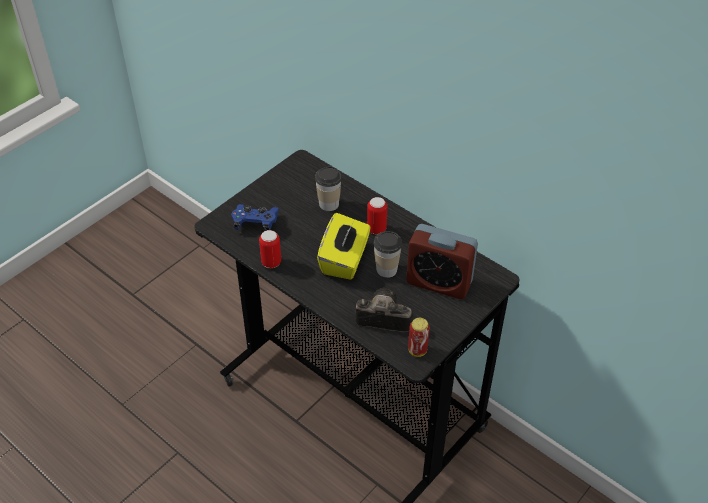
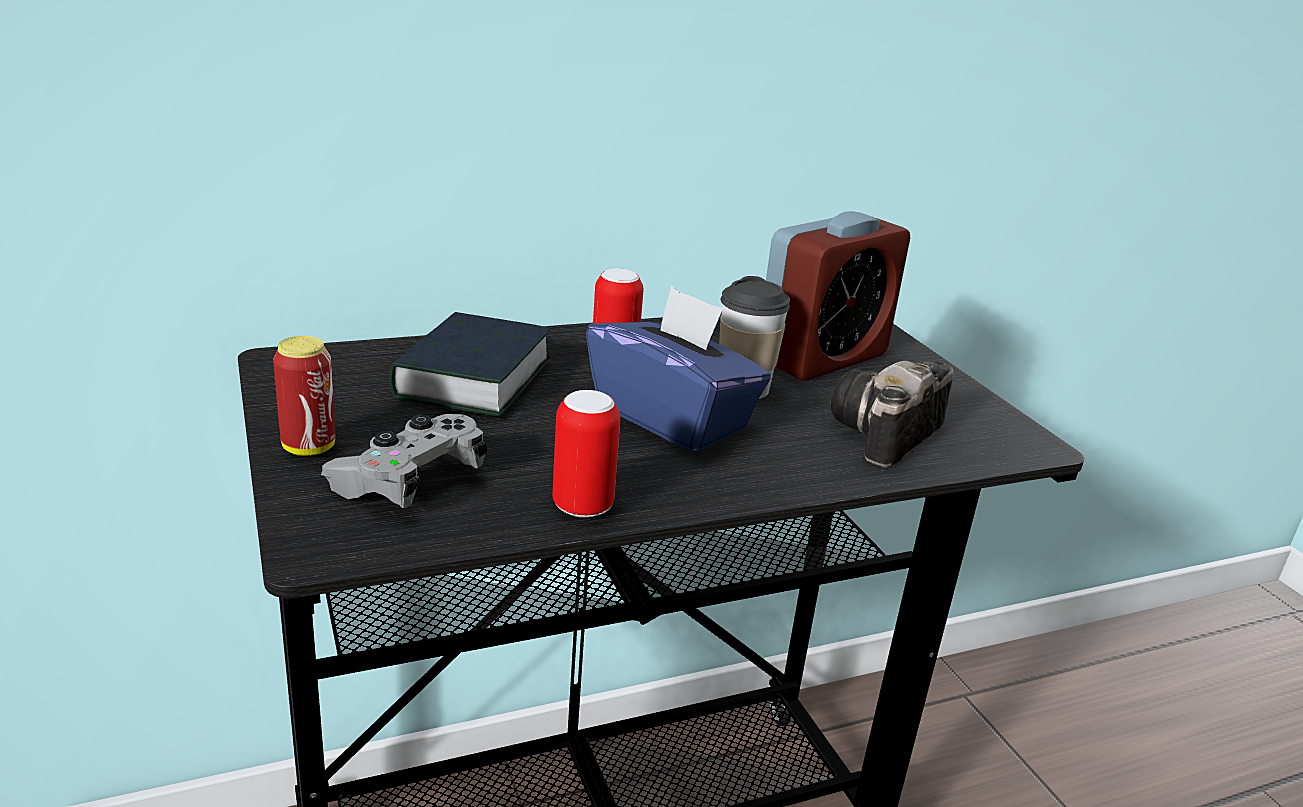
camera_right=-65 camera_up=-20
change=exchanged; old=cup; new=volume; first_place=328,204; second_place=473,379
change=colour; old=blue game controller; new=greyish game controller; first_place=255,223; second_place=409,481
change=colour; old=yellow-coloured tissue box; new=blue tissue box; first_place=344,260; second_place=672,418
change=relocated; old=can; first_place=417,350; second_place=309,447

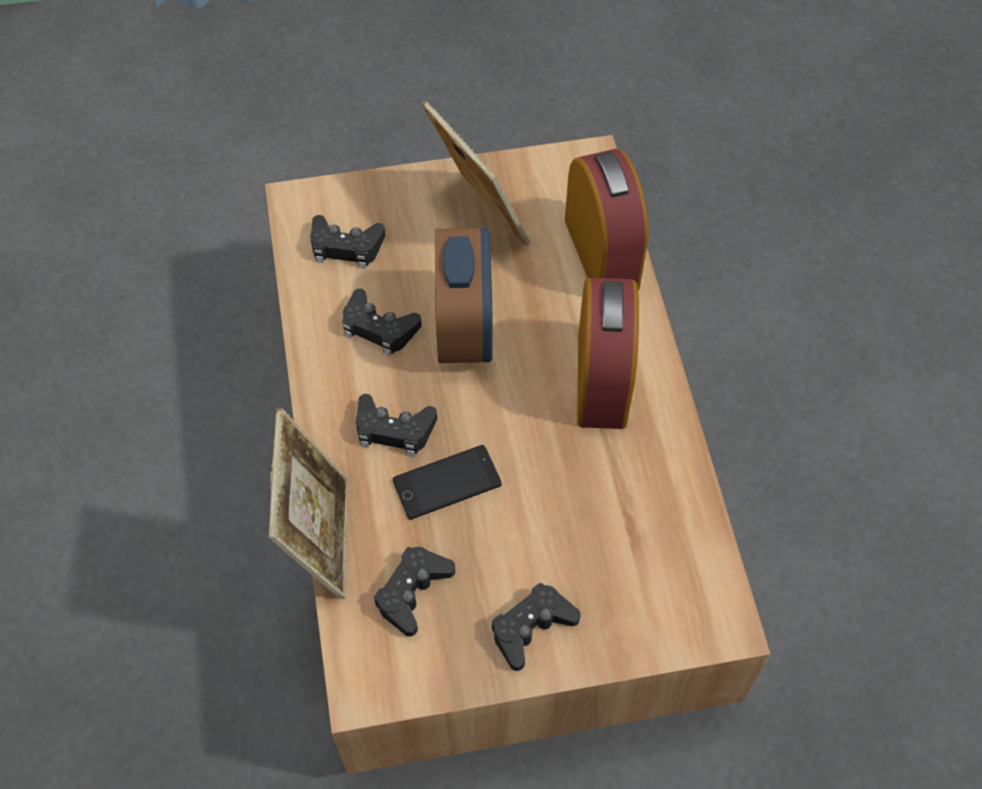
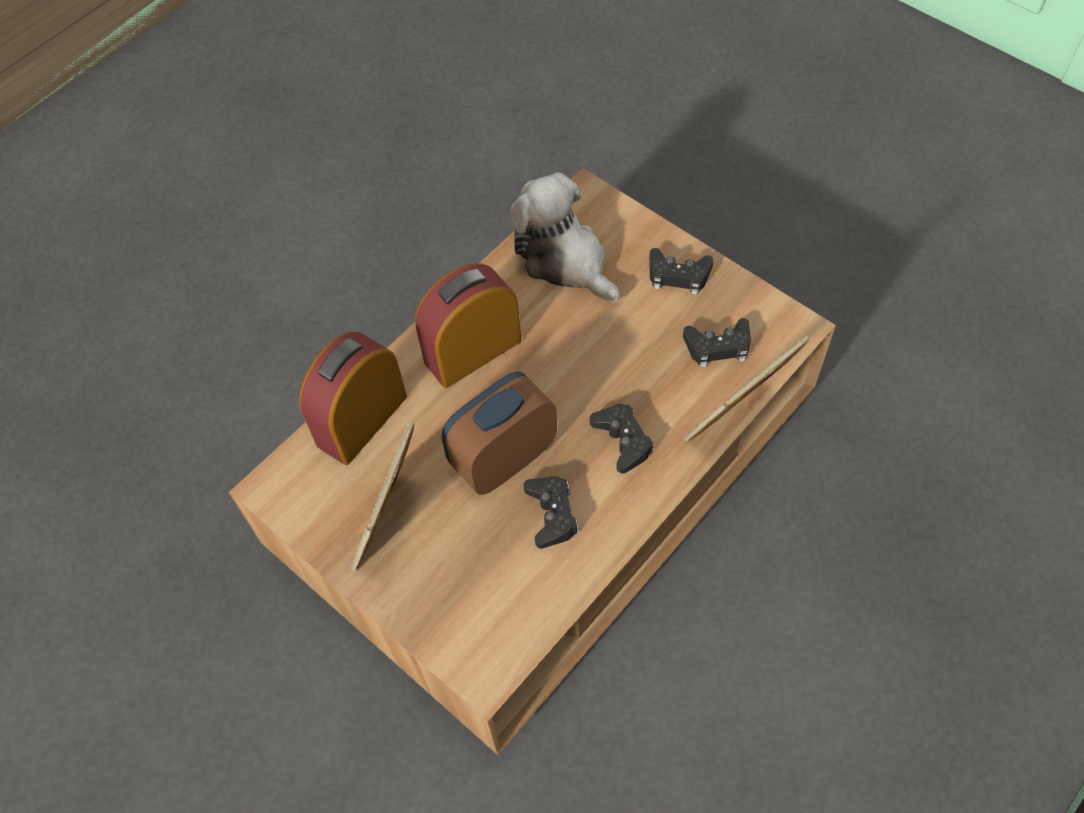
camera_right=-125 camera_up=0
change=missing; old=black-coloured game controller; first_place=346,247
change=missing; old=telephone; first_place=447,482
change=appeared; new=plush toy; second_place=565,260

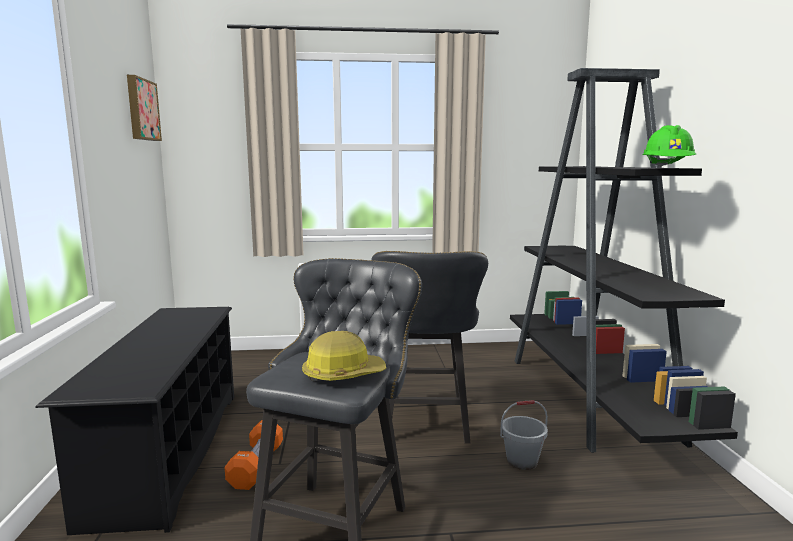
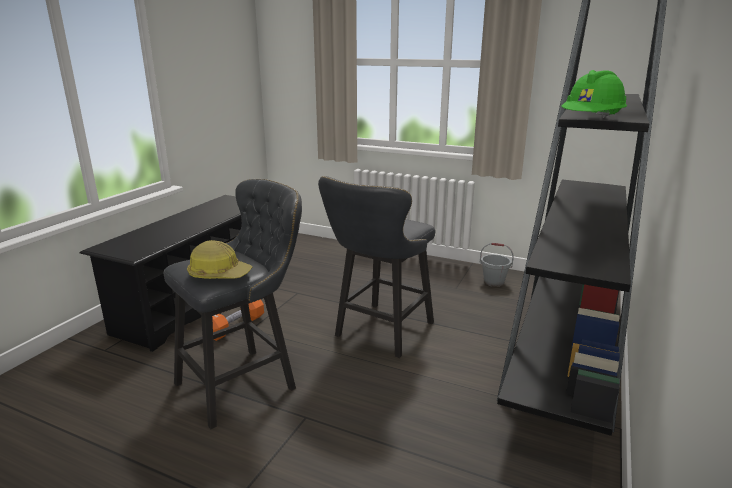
camera_right=30 camera_up=10
change=missing; old=wall picture; first_place=141,110
change=relocated; old=greyish pail; first_place=522,461; second_place=494,282

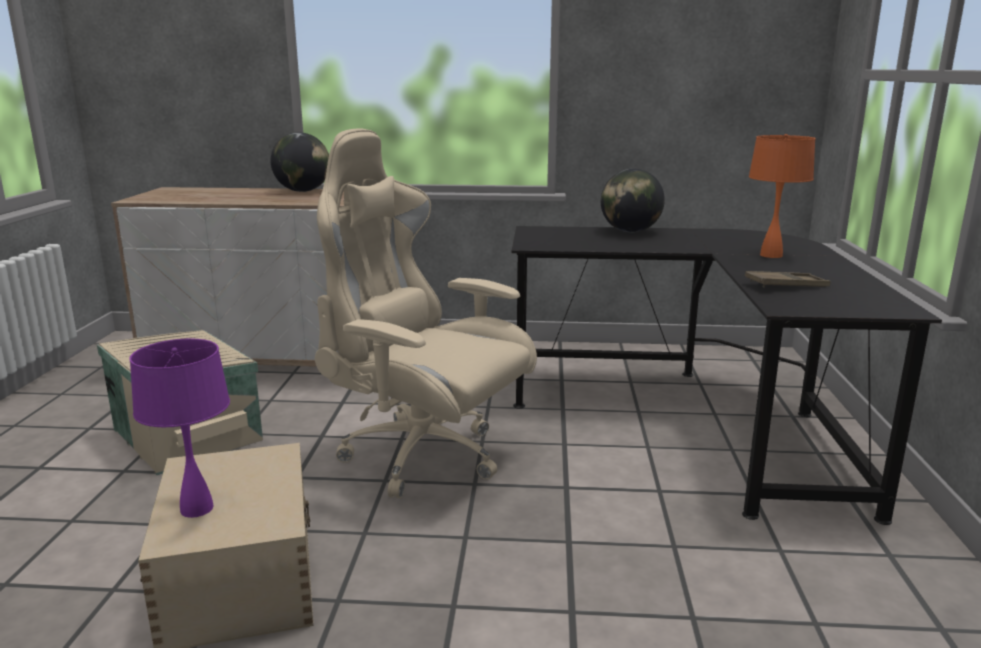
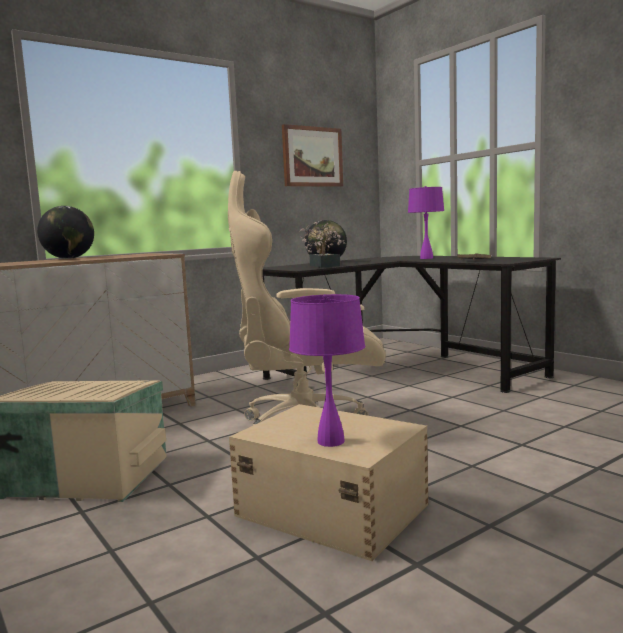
camera_right=-40 camera_up=-10
change=colour; old=orange lamp for a table; new=purple lamp for a table; first_place=771,255; second_place=426,258
change=appeared; new=wall picture; second_place=312,157
change=appeared; new=houseplant; second_place=323,266

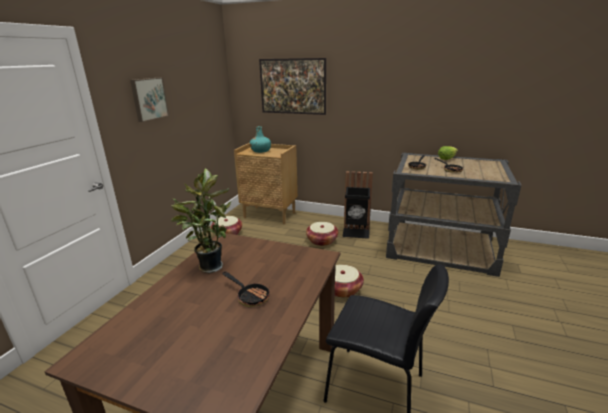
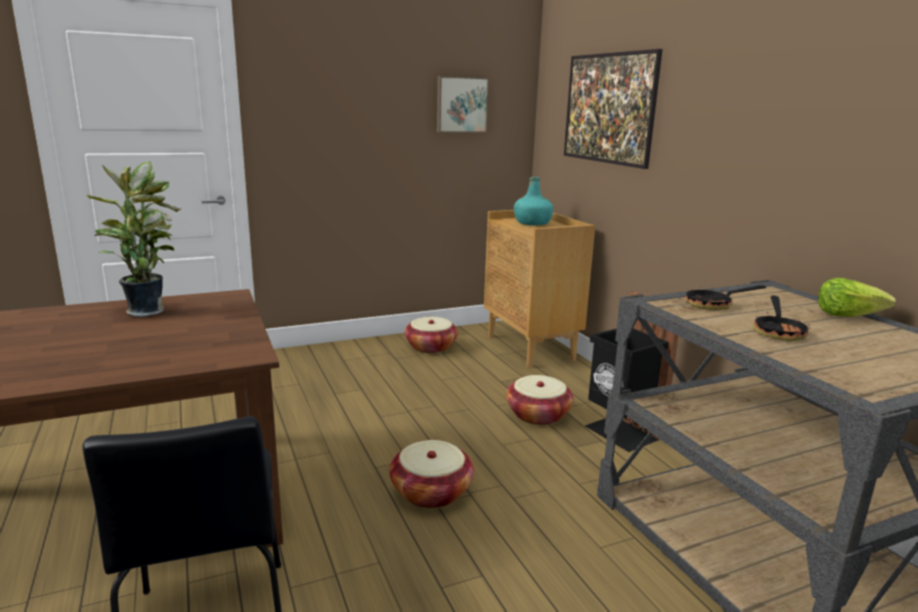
camera_right=45 camera_up=-5
change=relocated; old=wall picture; first_place=149,99; second_place=461,105
change=missing; old=skillet; first_place=250,296

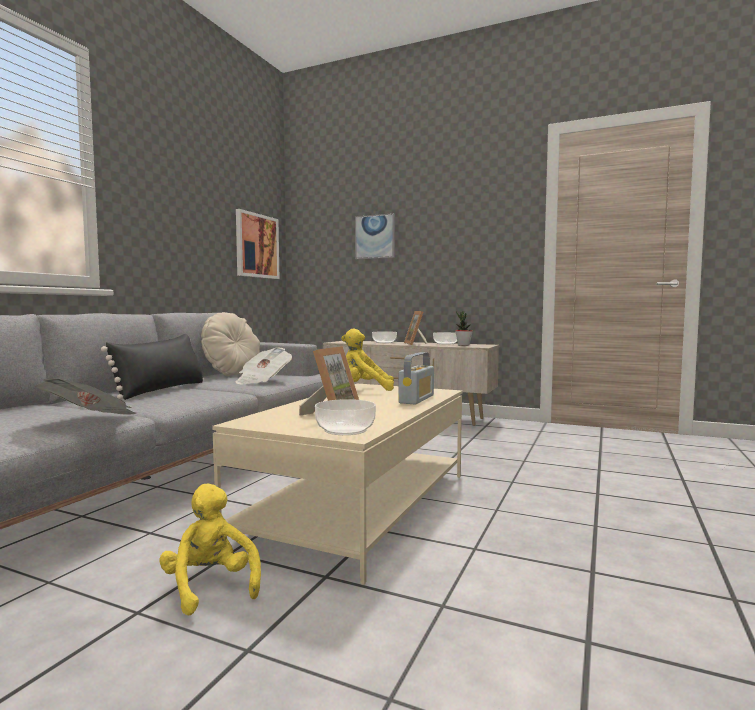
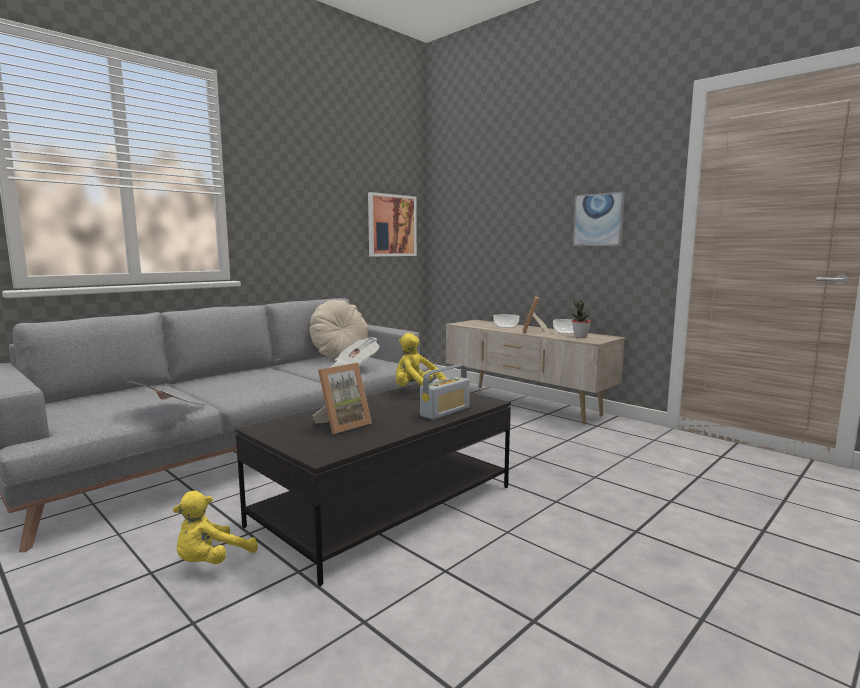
camera_right=20 camera_up=5
change=relocated; old=wall picture; first_place=375,237; second_place=598,220
change=missing; old=black-coloured throw pillow; first_place=161,390
change=colour; old=beige-coloured coffee table; new=black-coloured coffee table; first_place=359,506; second_place=385,505
change=missing; old=deep dish; first_place=346,430
change=spun; old=yellow-coloured plush toy; first_place=210,587; second_place=211,562; degrees=-135

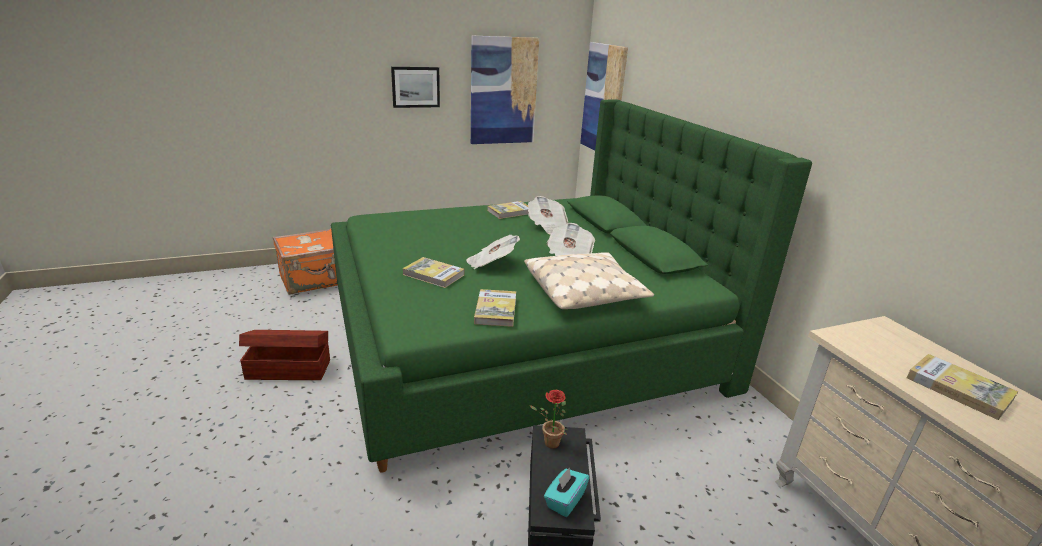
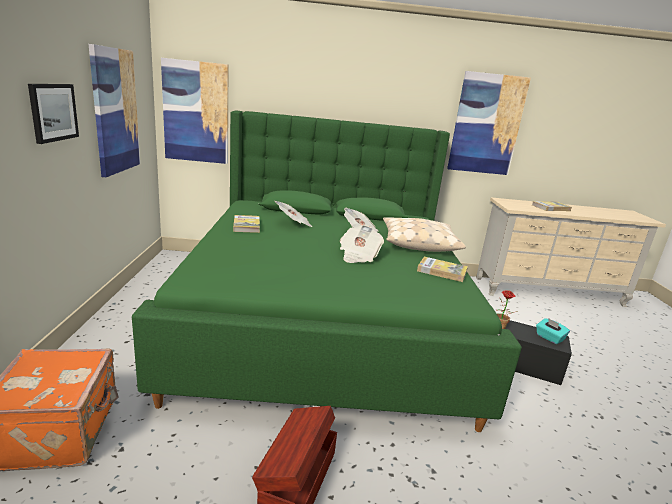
camera_right=-70 camera_up=-5
change=missing; old=volume; first_place=433,275
change=appeared; new=wall picture; second_place=486,124

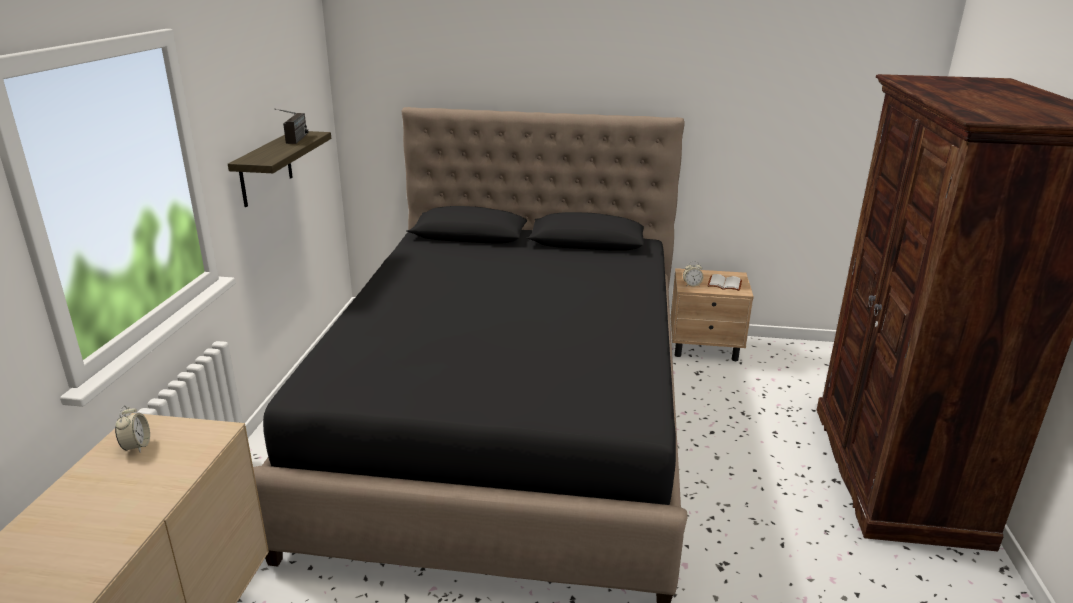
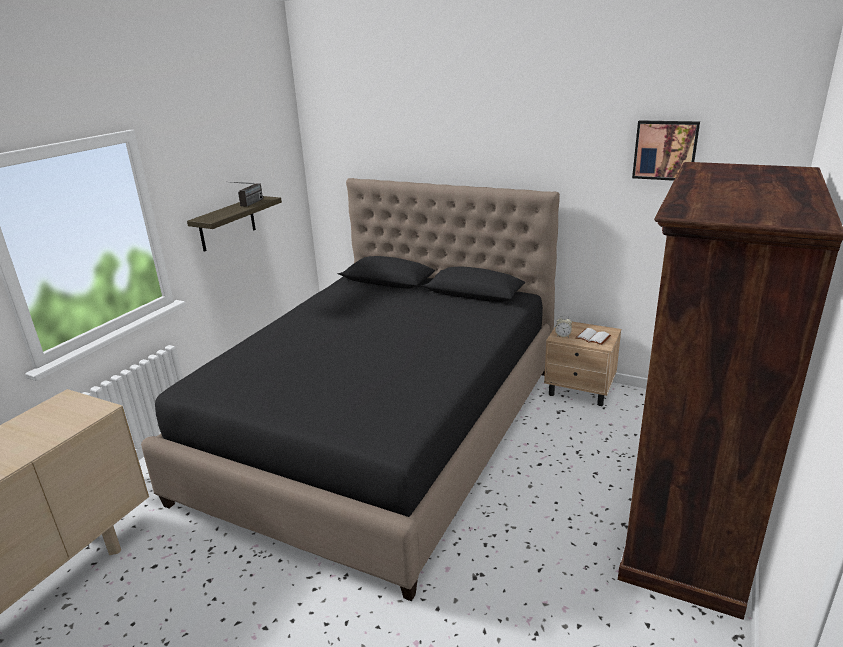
camera_right=20 camera_up=0
change=missing; old=table clock; first_place=136,446
change=appeared; new=wall picture; second_place=665,150

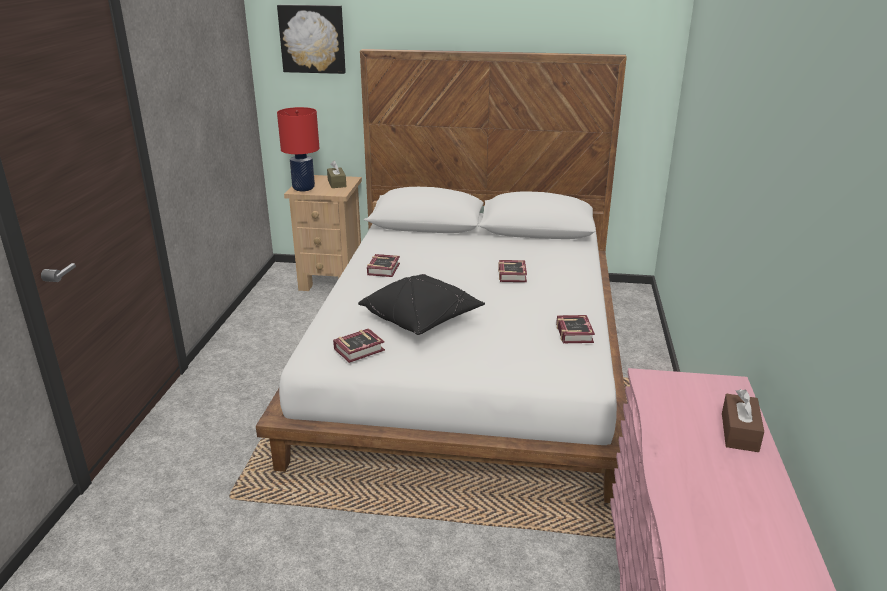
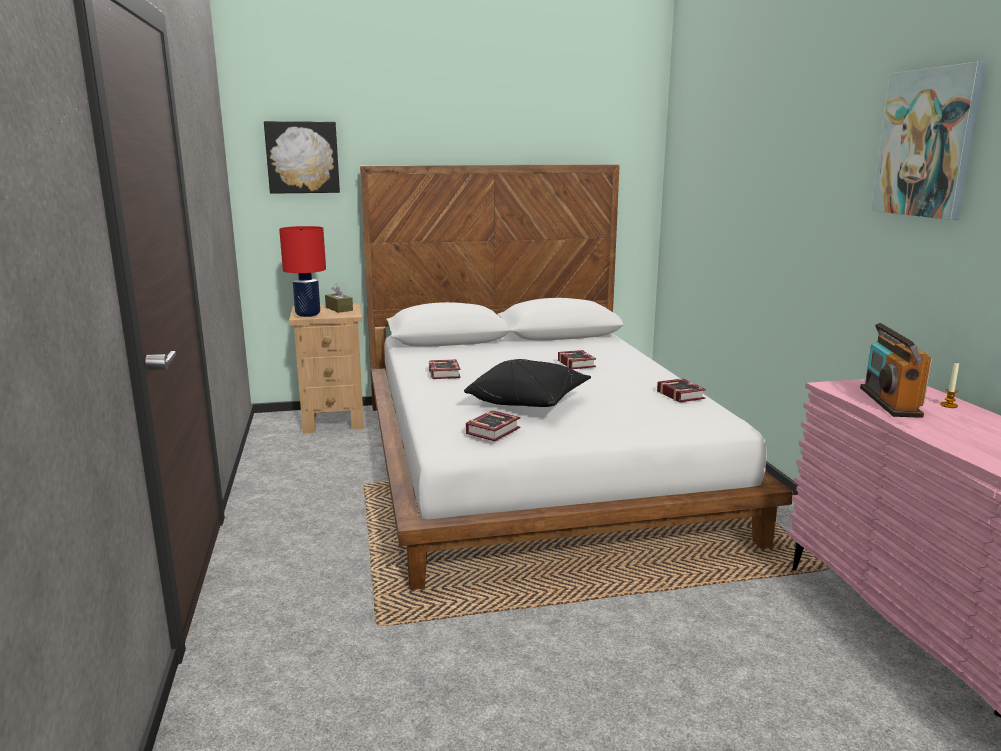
camera_right=-20 camera_up=-10
change=exchanged; old=brown tissue box; new=wax candle; first_place=739,432; second_place=948,405
change=appeared; new=wall picture; second_place=927,143
change=appeared; new=radio set; second_place=889,402

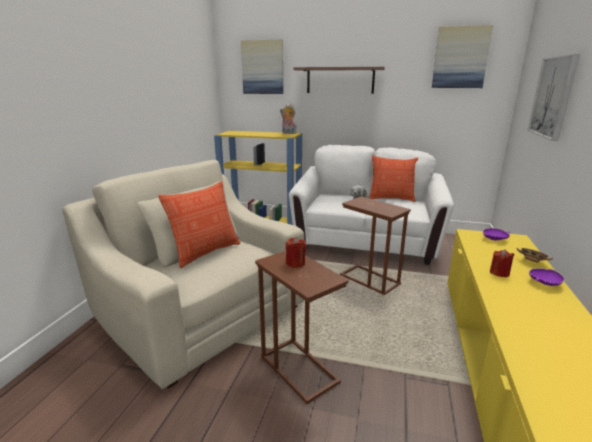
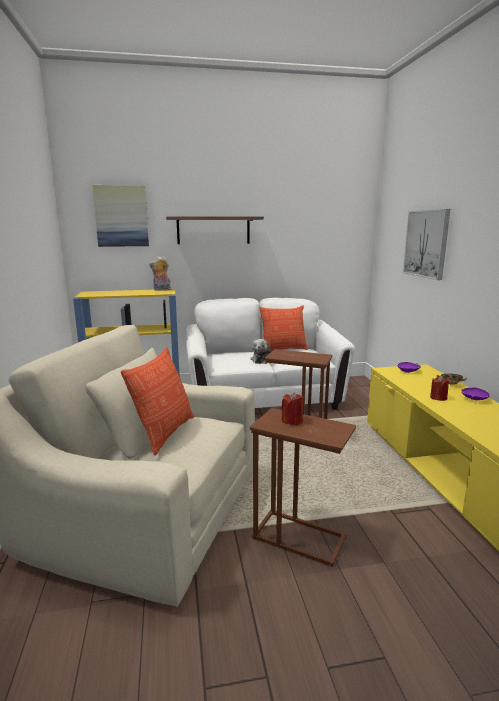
camera_right=-25 camera_up=-5
change=missing; old=wall picture; first_place=460,57

